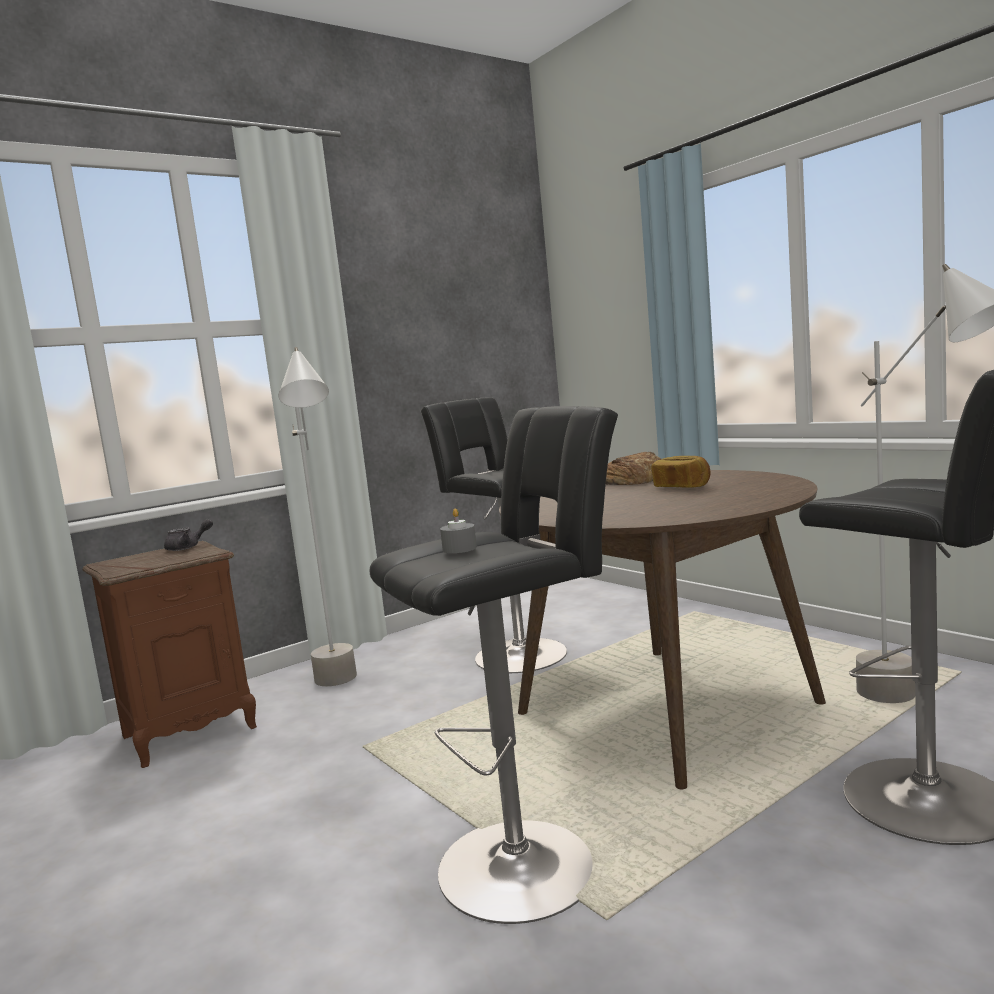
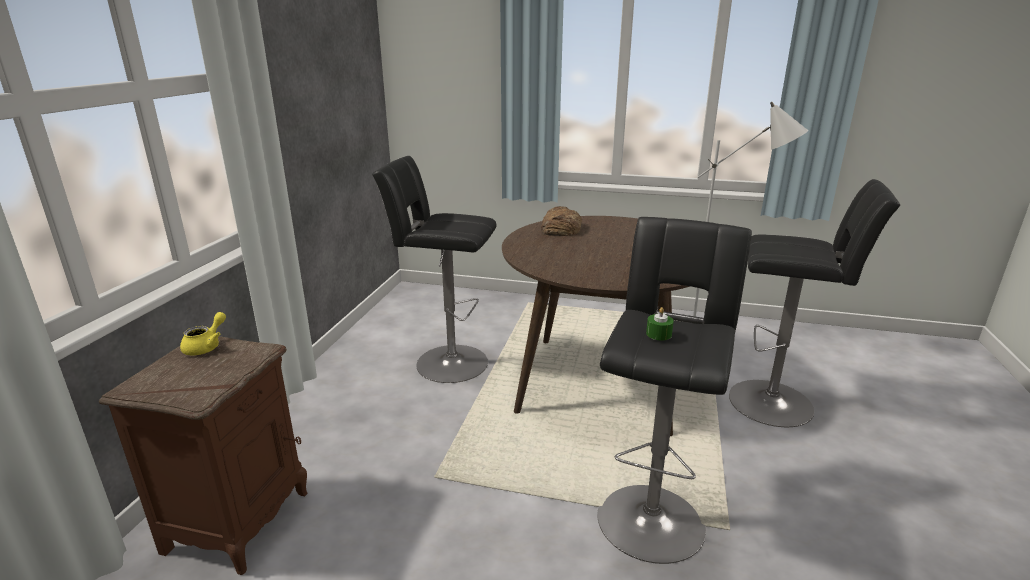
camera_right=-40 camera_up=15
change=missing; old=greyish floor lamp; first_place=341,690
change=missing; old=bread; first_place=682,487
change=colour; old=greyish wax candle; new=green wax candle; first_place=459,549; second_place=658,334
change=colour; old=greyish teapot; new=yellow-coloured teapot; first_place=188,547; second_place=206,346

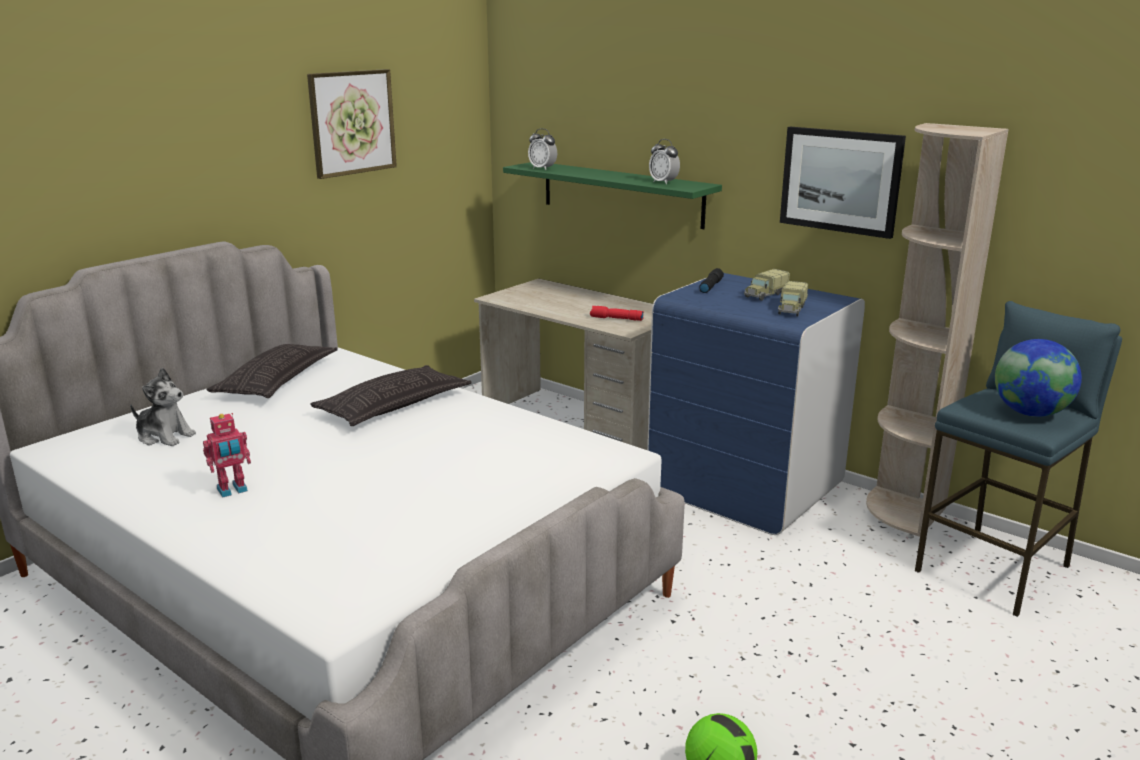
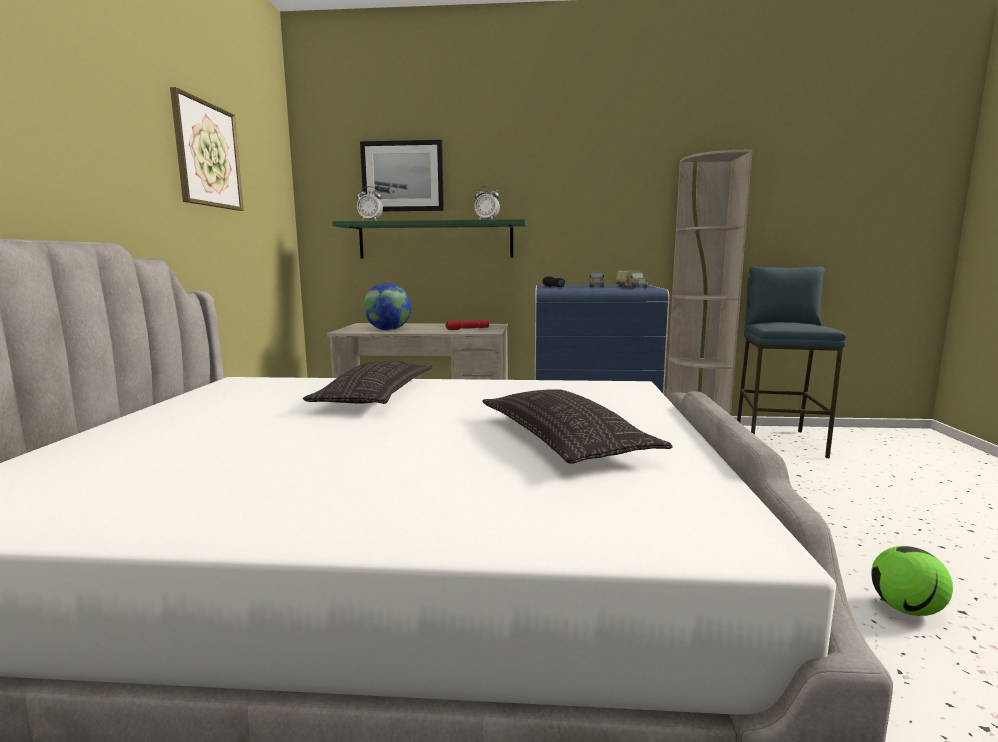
camera_right=-35 camera_up=-10
change=relocated; old=wall picture; first_place=840,181; second_place=402,176
change=relocated; old=globe; first_place=1030,413; second_place=388,330
change=relocated; old=throw pillow; first_place=277,380; second_place=563,438
change=missing; old=plush toy; first_place=165,436
change=missing; old=robot figure; first_place=232,490

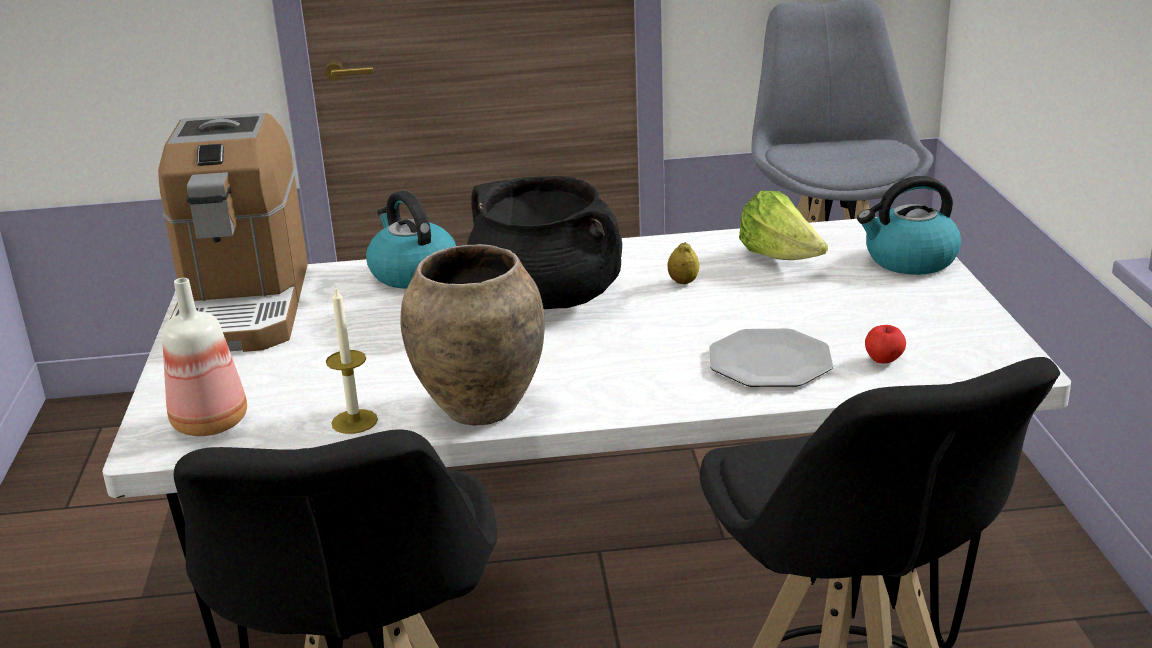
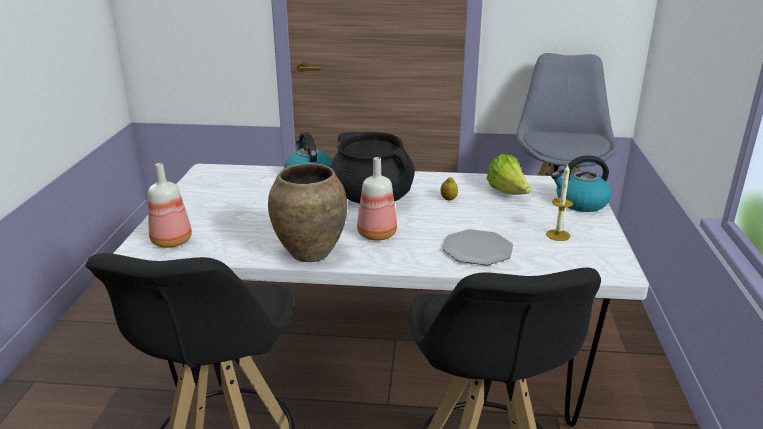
camera_right=10 camera_up=0
change=missing; old=coffee machine; first_place=243,305
change=relocated; old=wax candle; first_place=354,421; second_place=558,235
change=missing; old=apple fruit; first_place=883,361
change=appeared; new=beverage bottle; second_place=377,235

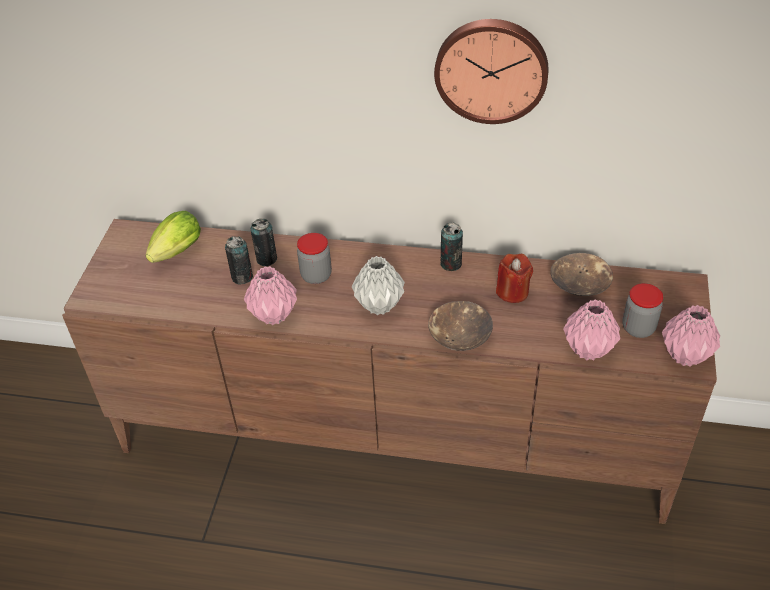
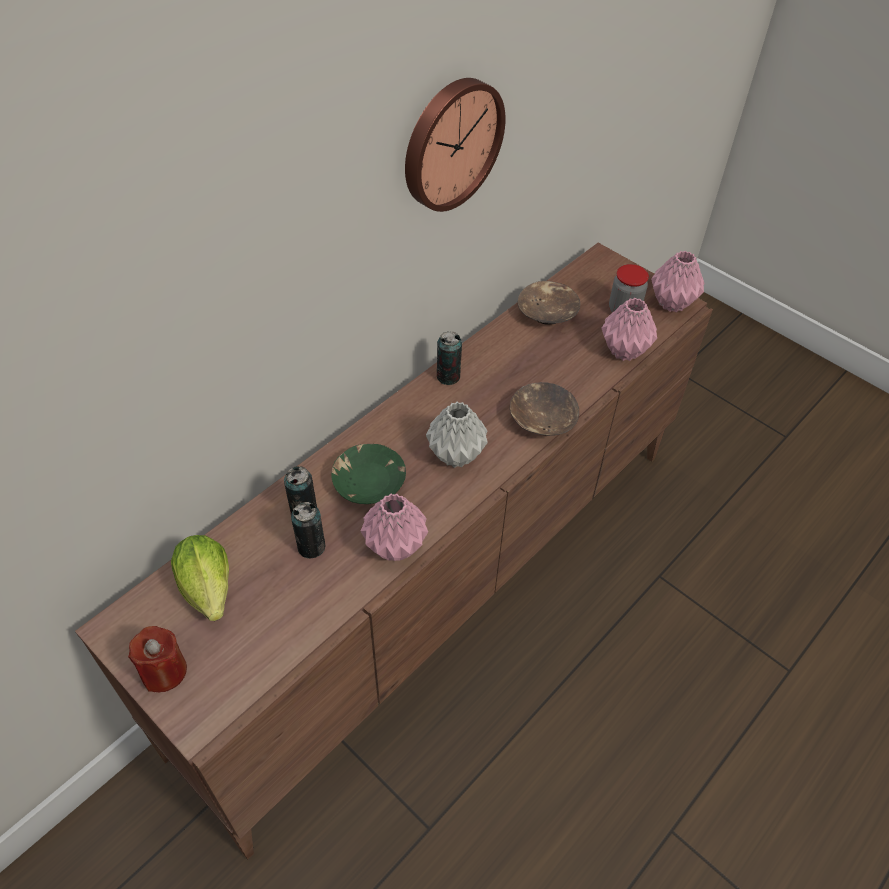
camera_right=-60 camera_up=5
change=exchanged; old=storage jar; new=green deep dish; first_place=316,275; second_place=369,482
change=relocated; old=red-coloured wax candle; first_place=512,291; second_place=164,671

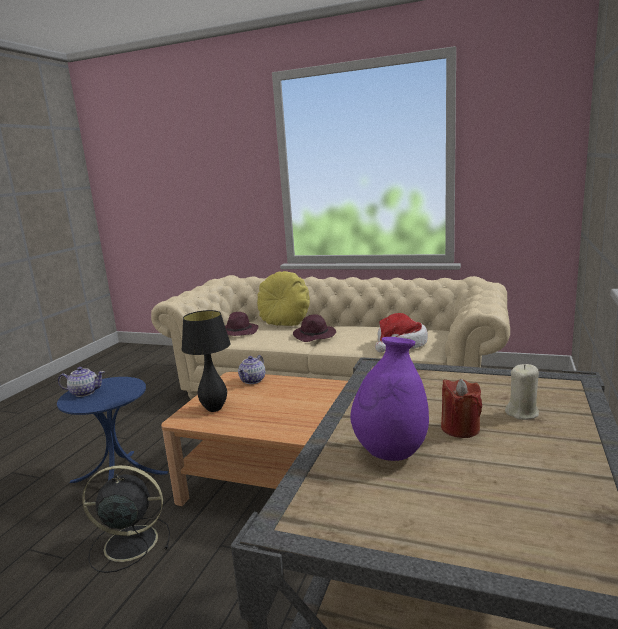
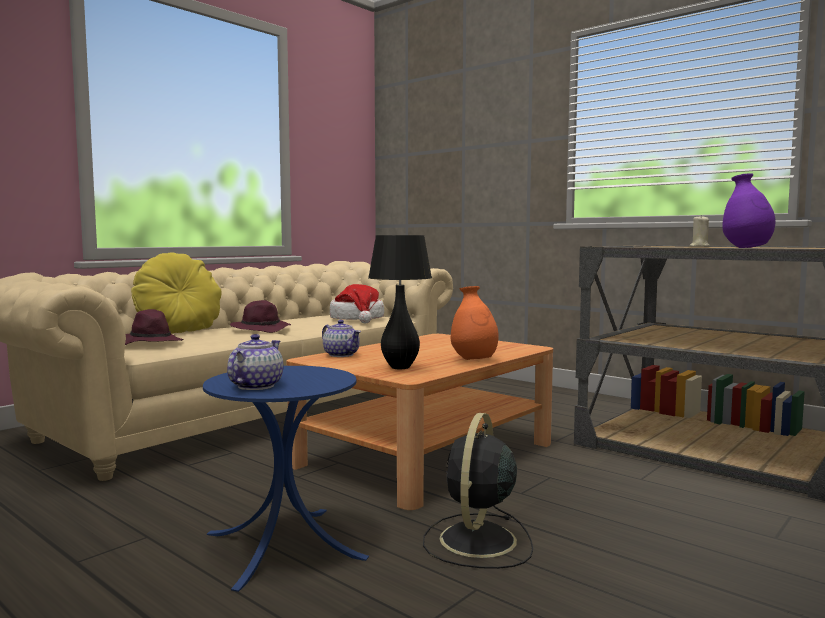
camera_right=-70 camera_up=-10
change=missing; old=red-coloured wax candle; first_place=460,428
change=appeared; new=orange decorative vase; second_place=474,360

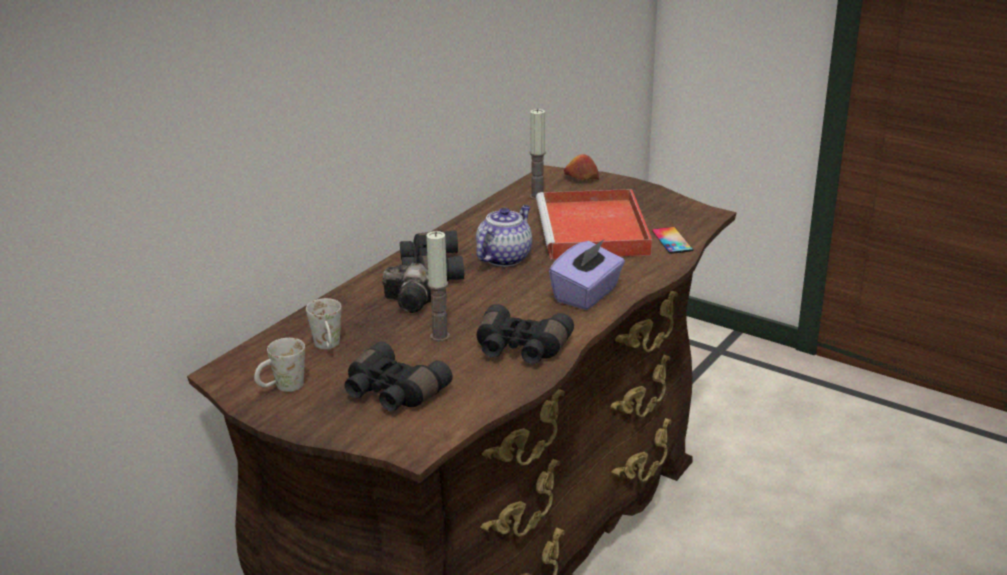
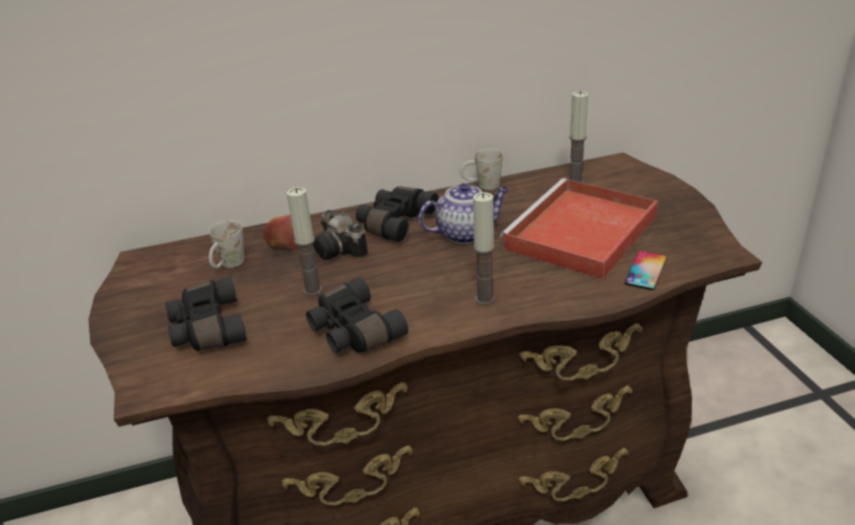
camera_right=40 camera_up=5
change=relocated; old=apple fruit; first_place=581,178; second_place=285,242
change=exchanged; old=purple tissue box; new=wax candle; first_place=587,295; second_place=485,299
change=relocated; old=white tea mug; first_place=282,388; second_place=482,186

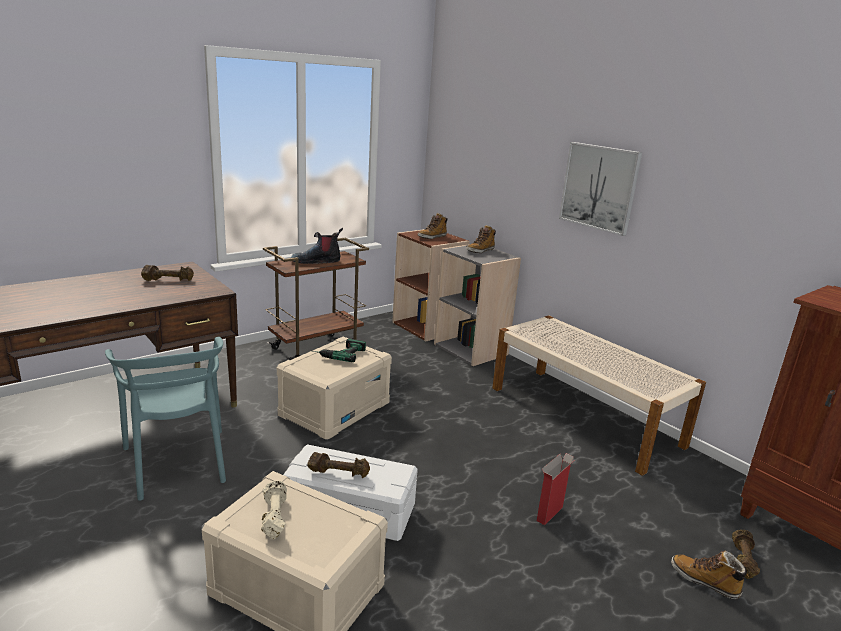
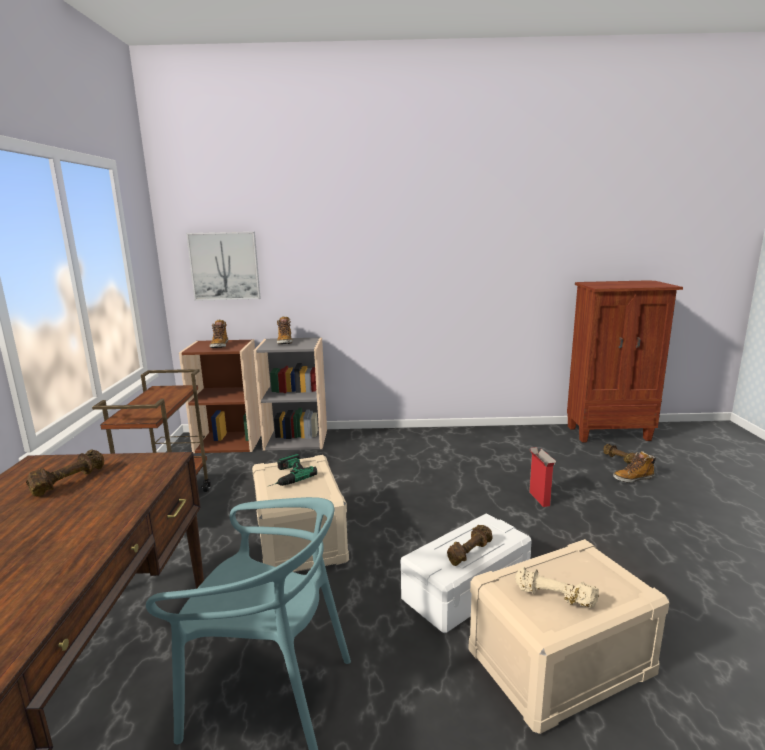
camera_right=-50 camera_up=-5
change=relocated; old=wall picture; first_place=599,187; second_place=224,266
change=missing; old=tall boot; first_place=316,261
change=missing; old=beige-coloured long seat; first_place=584,416

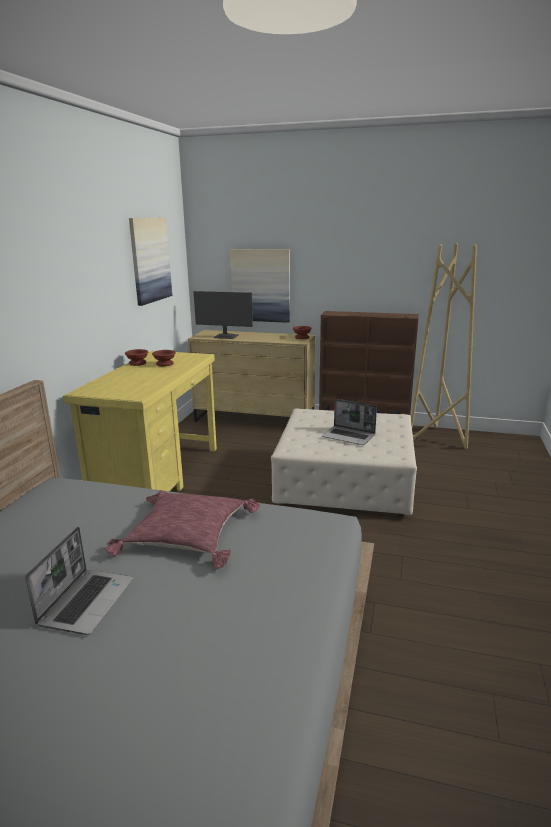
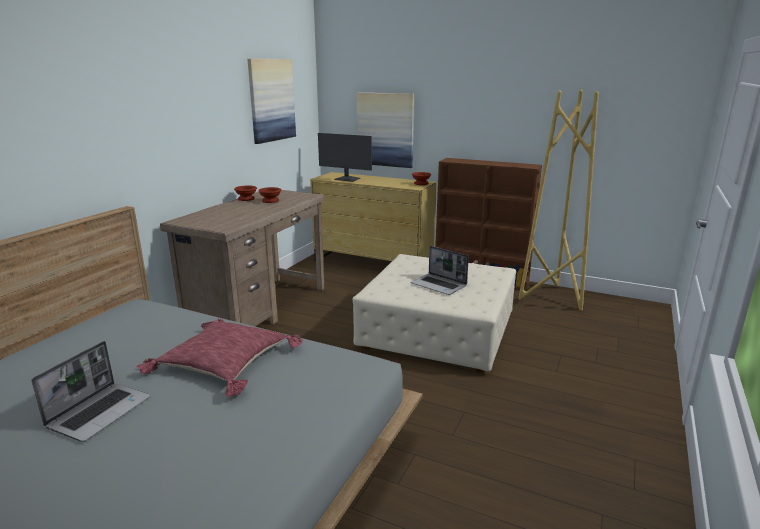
camera_right=10 camera_up=0
change=colour; old=yellow-coloured desk unit; new=brown desk unit; first_place=158,475; second_place=259,309

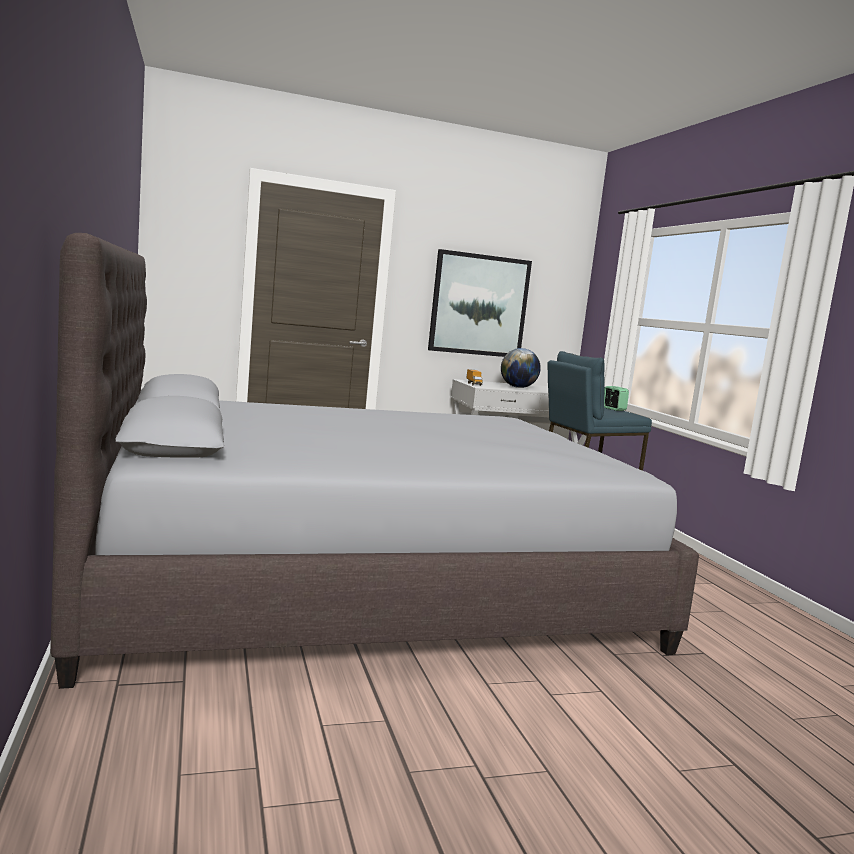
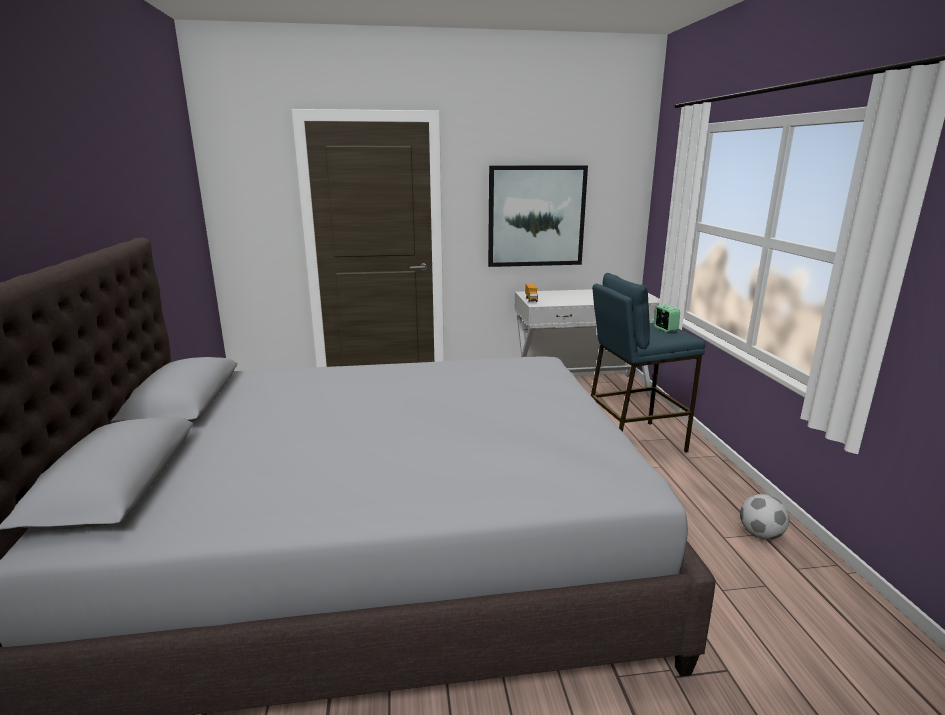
camera_right=10 camera_up=10
change=missing; old=globe; first_place=518,387
change=appeared; new=football; second_place=760,535

